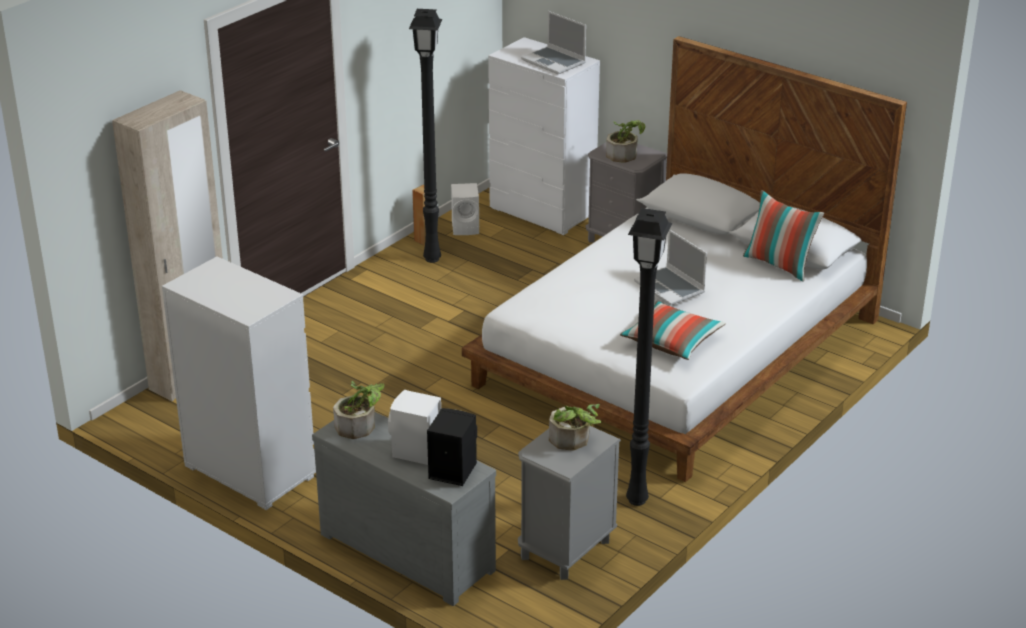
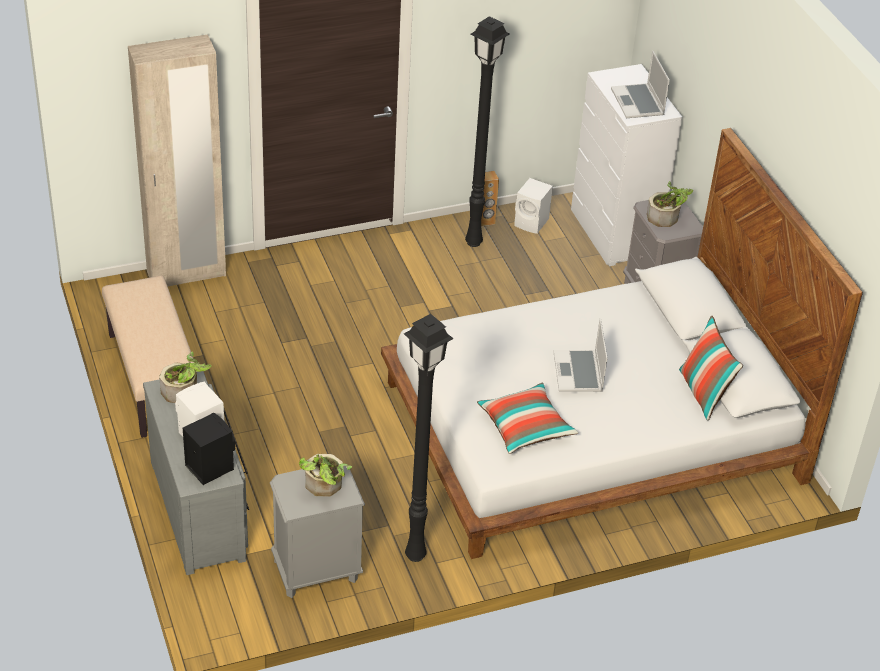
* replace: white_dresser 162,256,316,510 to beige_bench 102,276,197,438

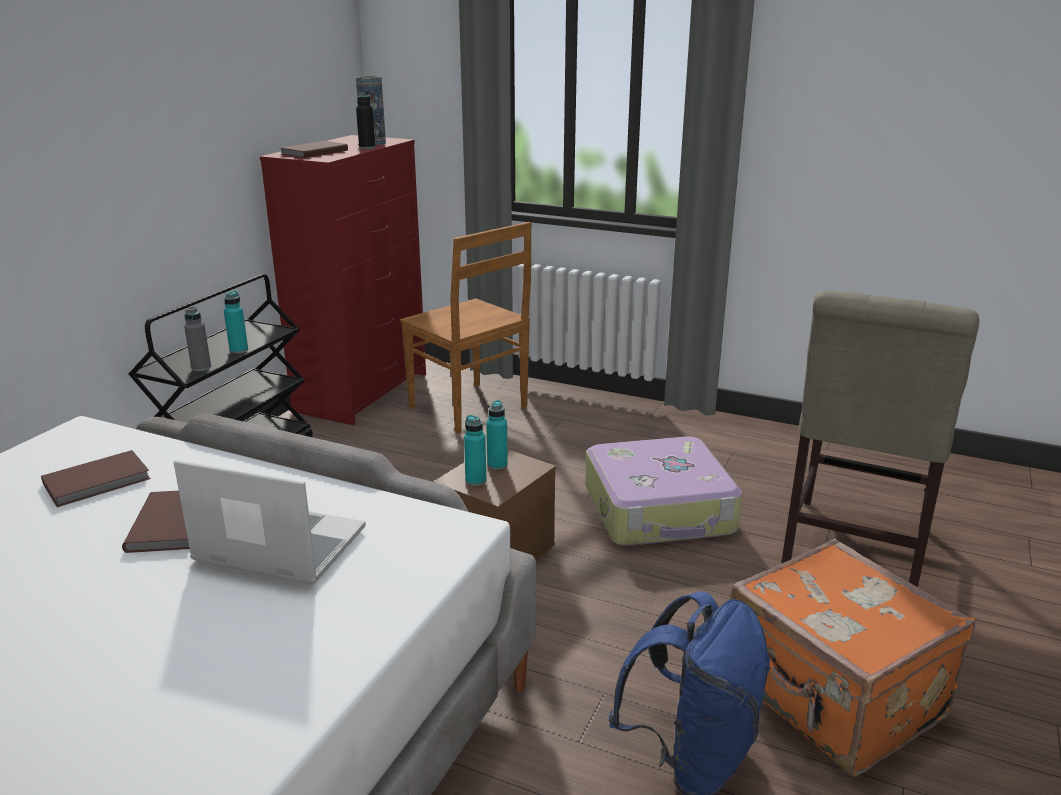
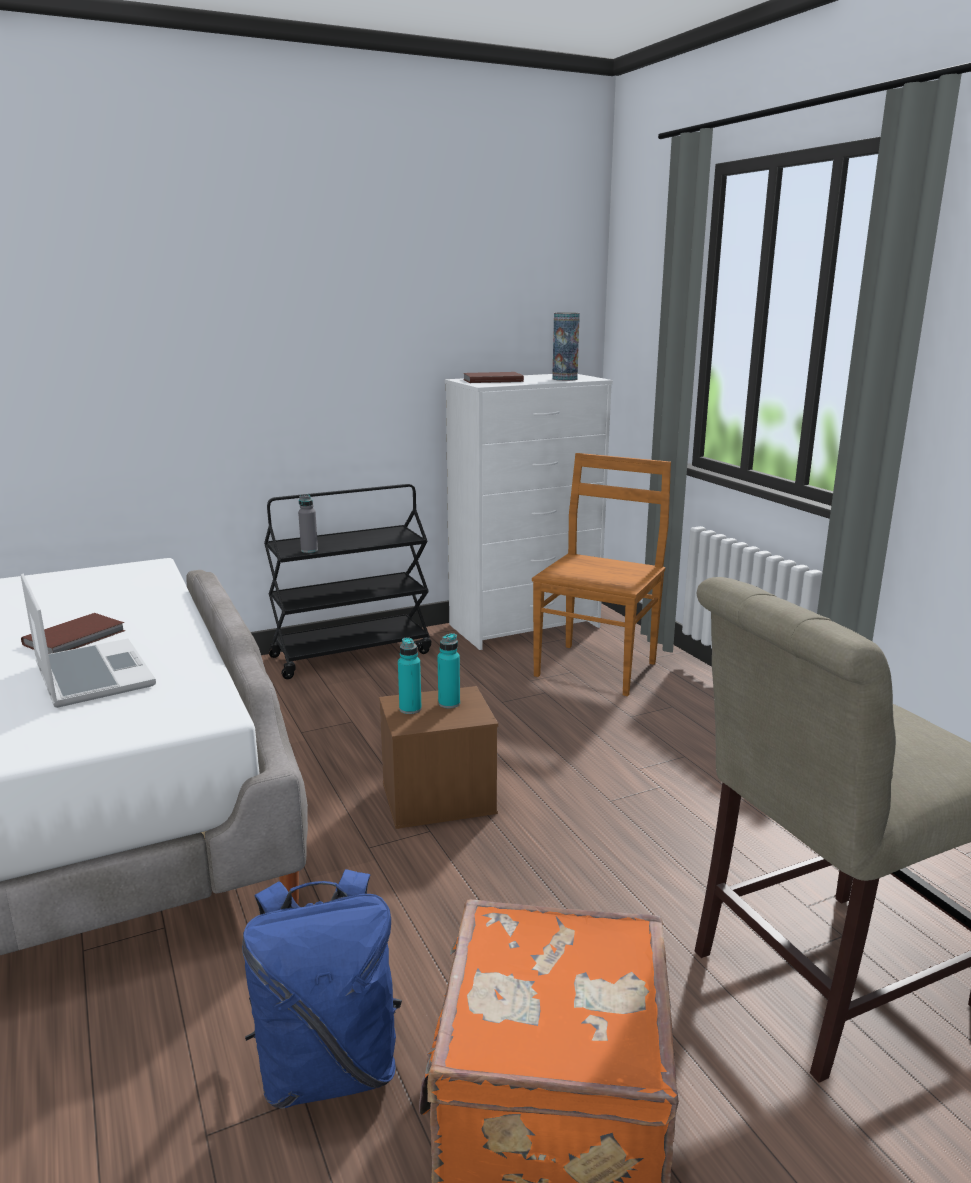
* delete: black_bottle 356,91,375,149
* recolor: red_dresser 260,135,426,425 to white_dresser 445,374,613,650
* rotate: brown_chair 400,222,532,434 = 532,453,671,696 150 degrees counterclockwise
* delete: turquoise_bottle 224,291,248,354
* delete: suitcase 585,436,742,546
* delete: brown_book 41,450,151,507

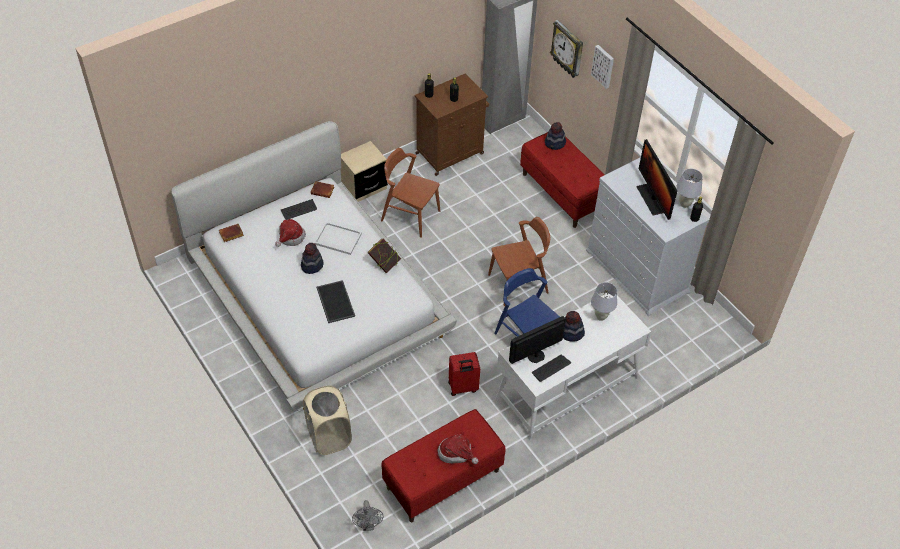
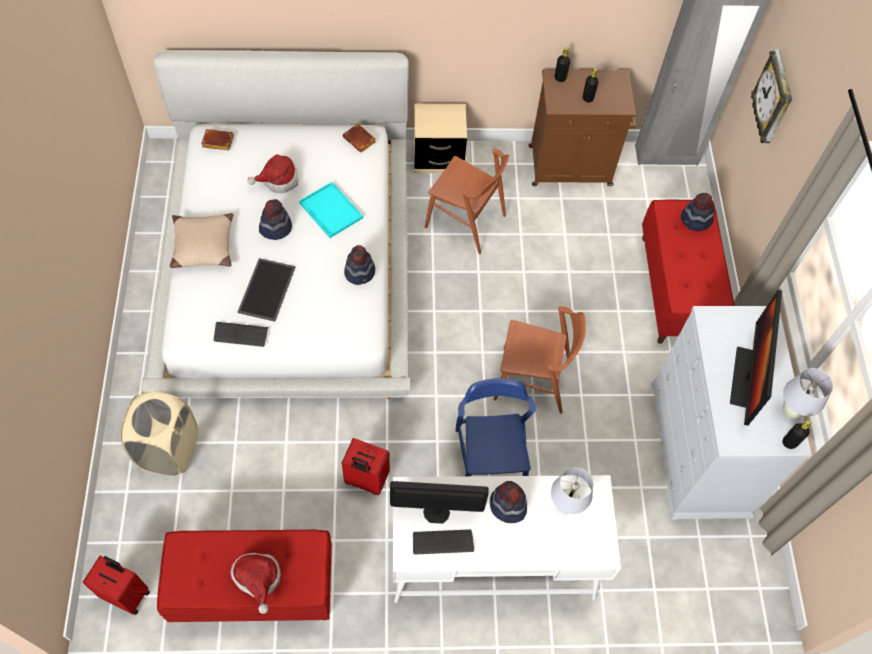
* delete: picture 591,45,614,89
* rotate: brown_chair 381,148,440,238 = 425,149,509,254 150 degrees clockwise
* move: keyboard 281,199,317,220 to 214,322,268,347
* recolor: white_tray 315,222,362,255 to turquoise_tray 299,182,363,238
* replace: book 367,238,401,273 to hat 344,245,375,285
* replace: grey_fan 352,500,384,531 to red_suitcase 82,556,150,615
* insert: beige_pillow 170,213,233,268

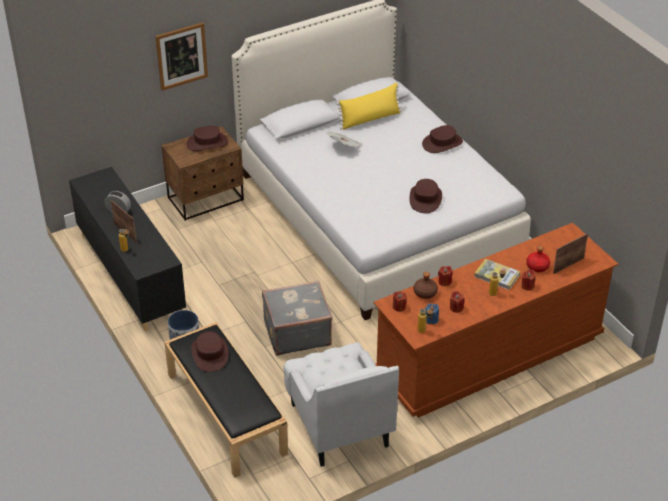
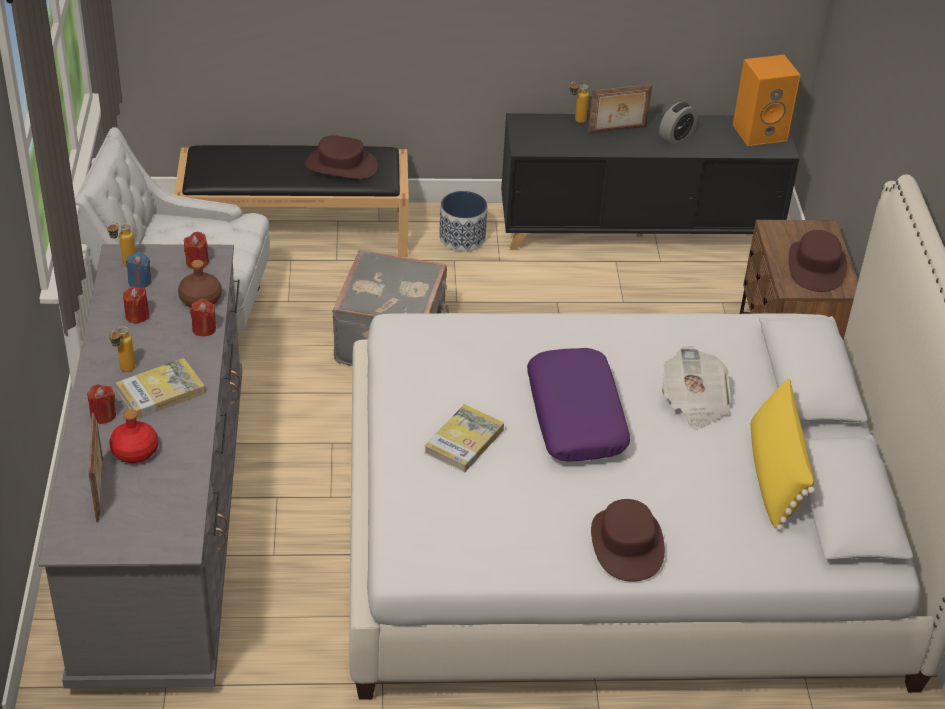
* delete: picture 155,23,208,91
* replace: brown_hat 409,179,442,213 to book 424,404,504,472
* recolor: brown_dresser 374,223,618,418 to grey_dresser 38,244,242,689
* insert: orange_speaker 733,55,800,146
* insert: purple_pillow 527,348,631,462

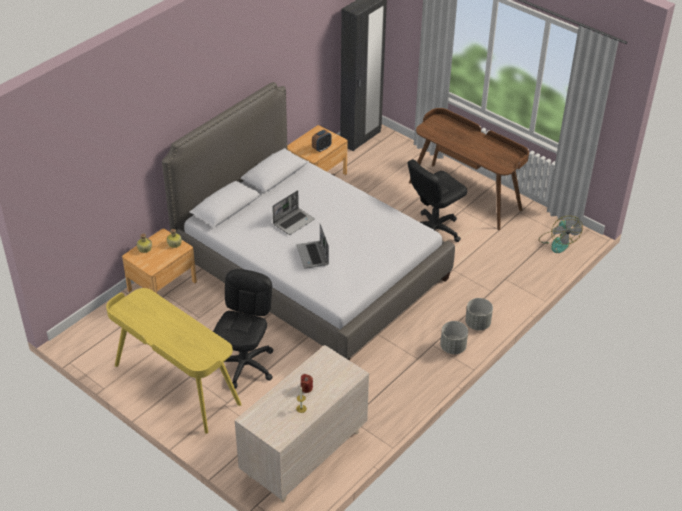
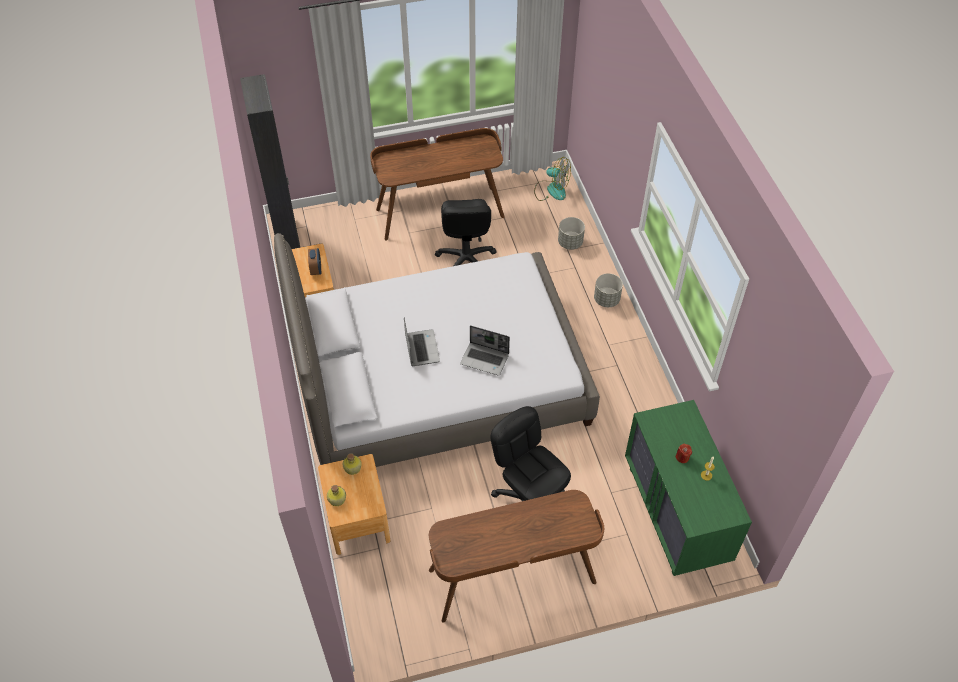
* recolor: yellow_desk 106,288,242,434 to brown_desk 429,490,604,623
* move: grey_planter 440,321,468,354 to 558,217,585,250
* recolor: beige_dresser 235,345,369,503 to green_dresser 625,400,752,576

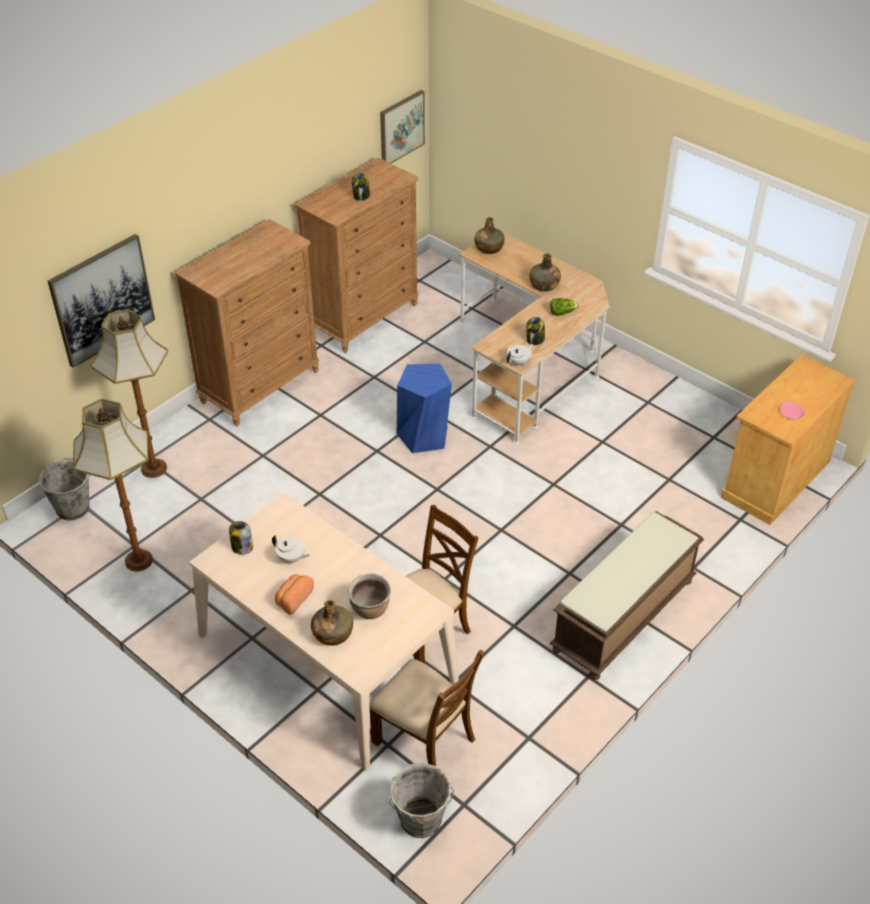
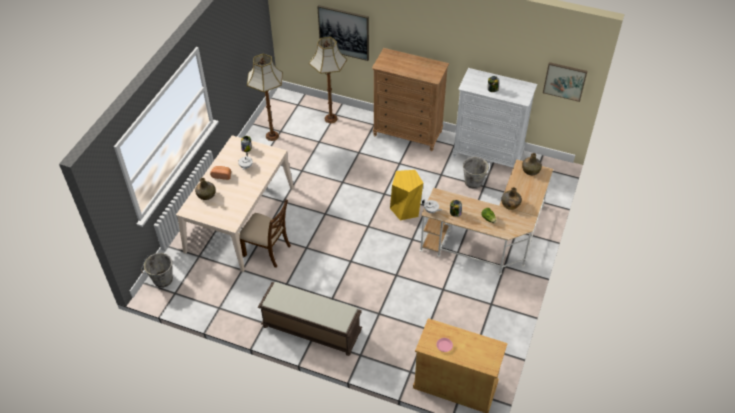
* recolor: brown_dresser 295,157,419,353 to white_dresser 453,68,537,168
* recolor: blue_stool 397,364,452,453 to yellow_stool 390,170,423,220
* move: grey_bucket 39,458,90,520 to 463,157,490,189
* delete: brown_cooking_pot 348,574,391,619
* delete: brown_chair 370,649,485,766

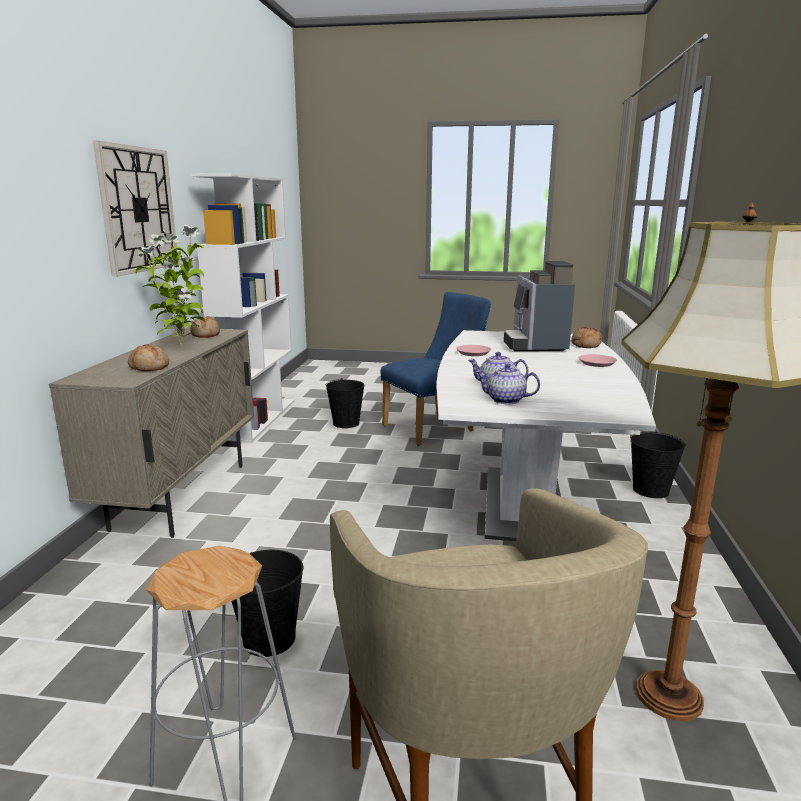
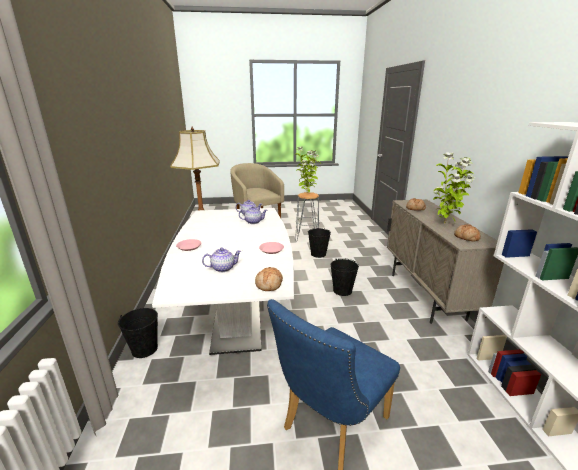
* delete: wall_clock 93,141,179,277
* replace: coffee_machine 504,261,575,351 to teapot 202,248,241,272
* move: bread 571,327,602,348 to 255,267,283,291
* move: black_bucket 326,378,364,428 to 331,259,359,296
* insert: potted_plant 295,146,321,192

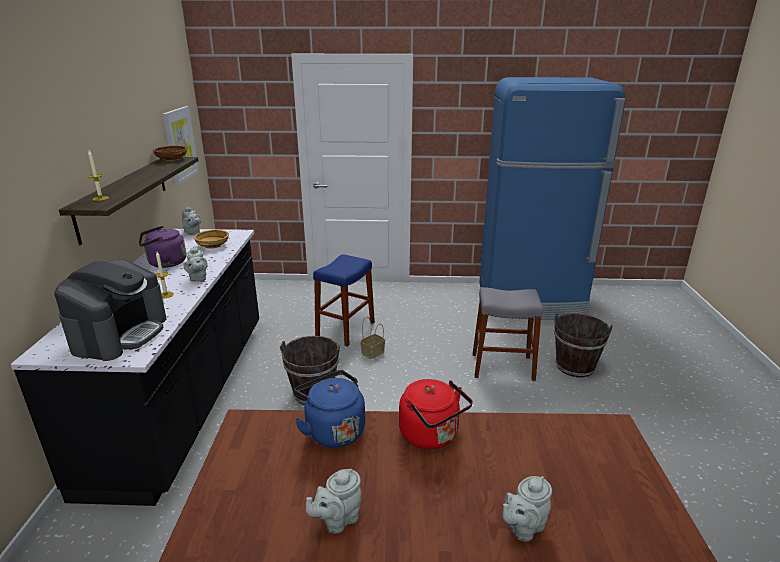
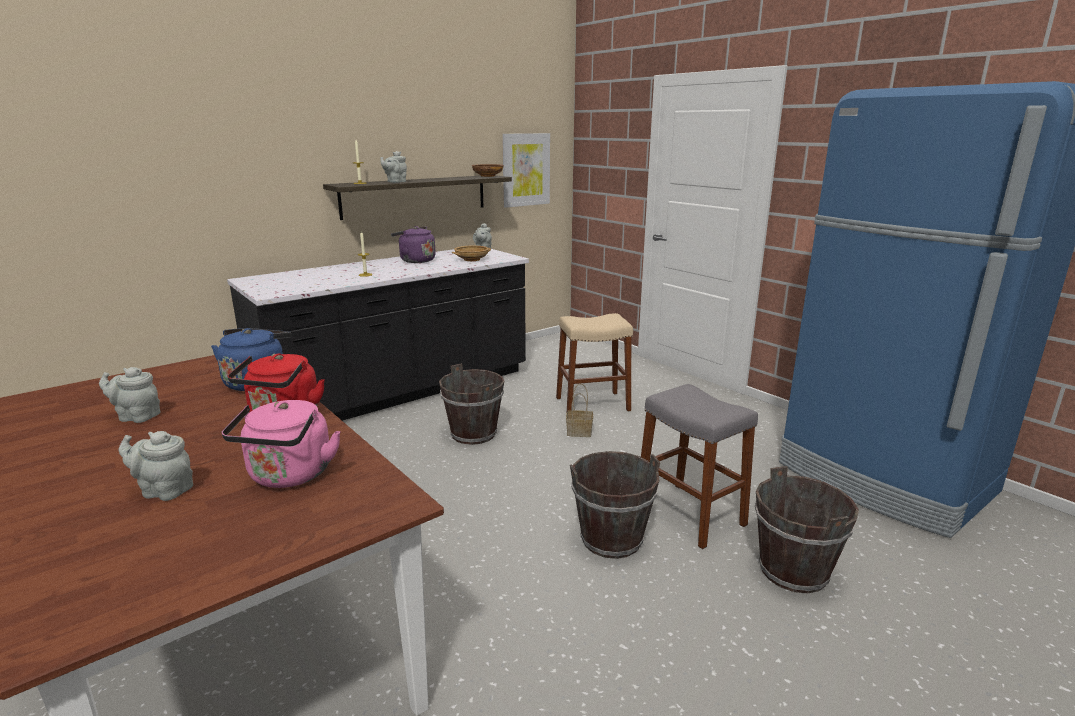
* move: grey_teapot 183,246,207,282 to 380,151,407,183
* recolor: blue_stool 313,254,375,346 to beige_stool 556,313,633,411
* delete: coffee_machine 54,259,166,361
* insert: pink_kettle 222,400,341,488
* insert: brown_bucket 570,451,660,559

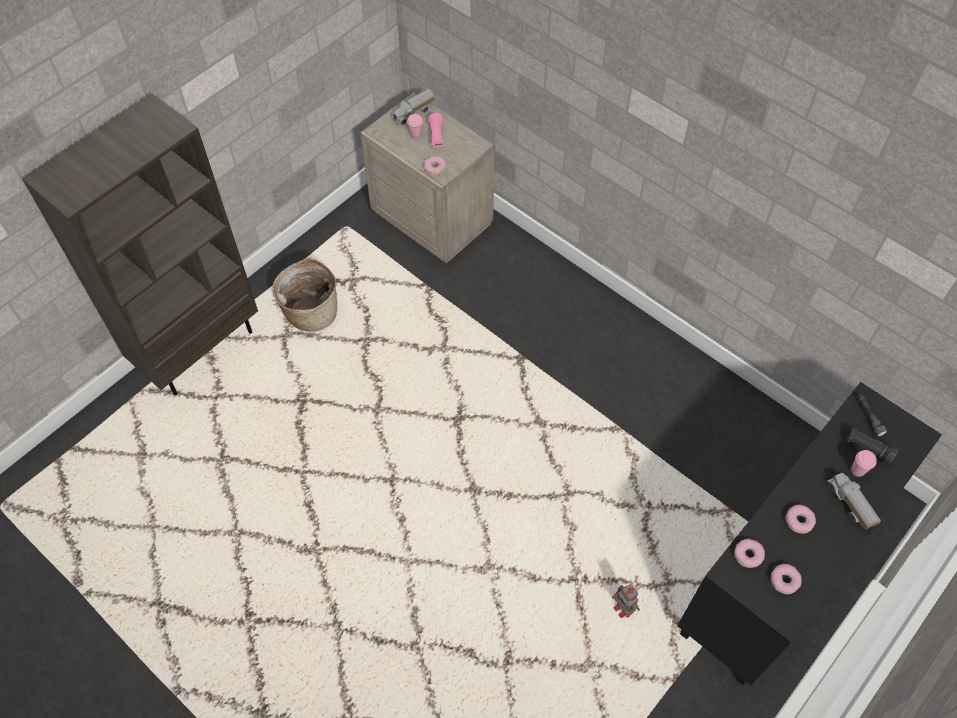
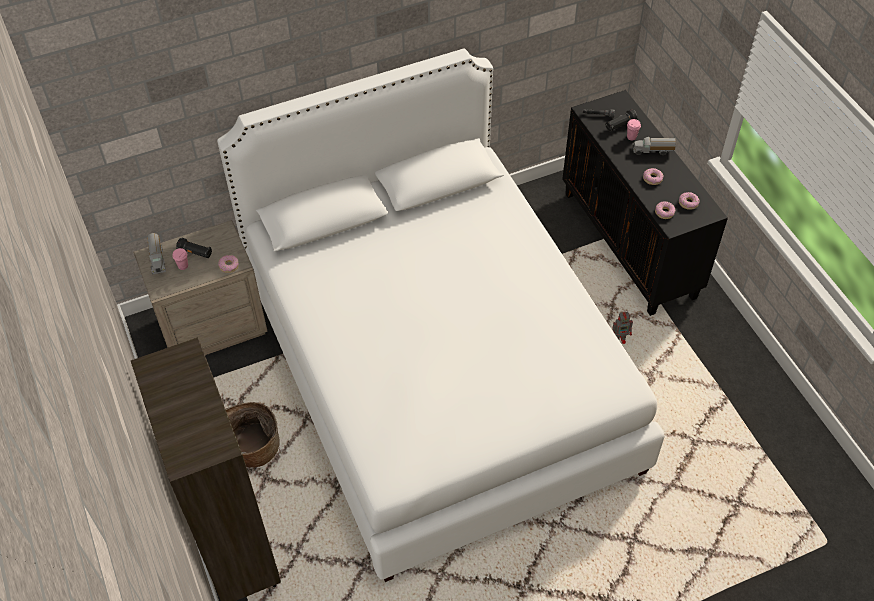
* recolor: pink_flashlight 428,113,444,148 to black_flashlight 176,238,212,258
* insert: white_bed 217,49,665,582

